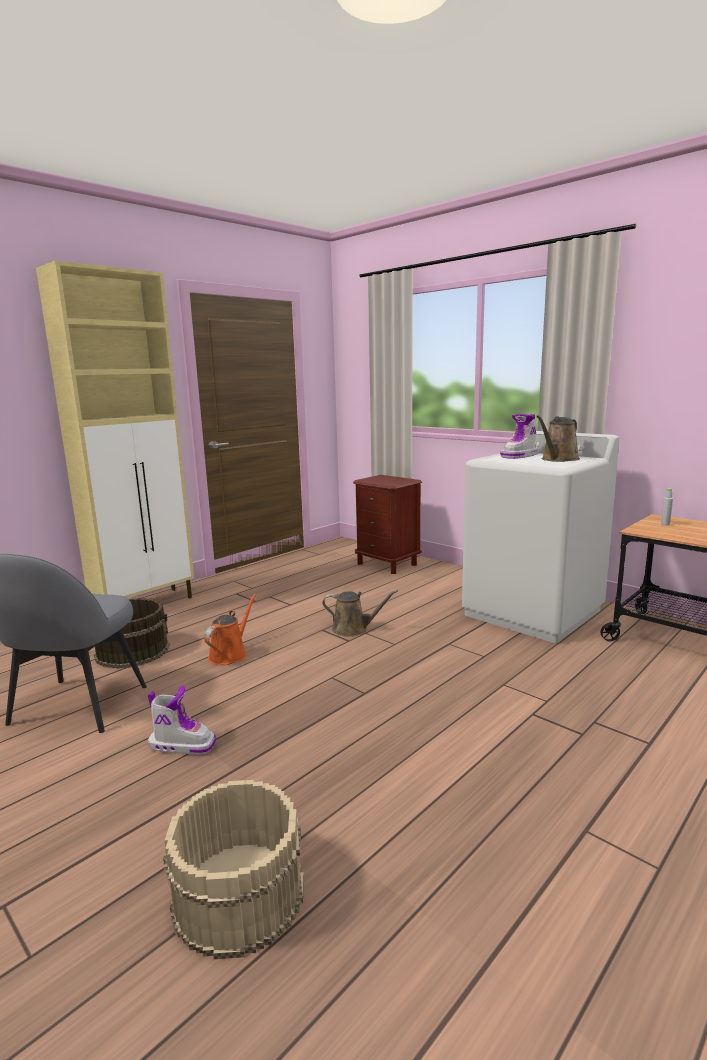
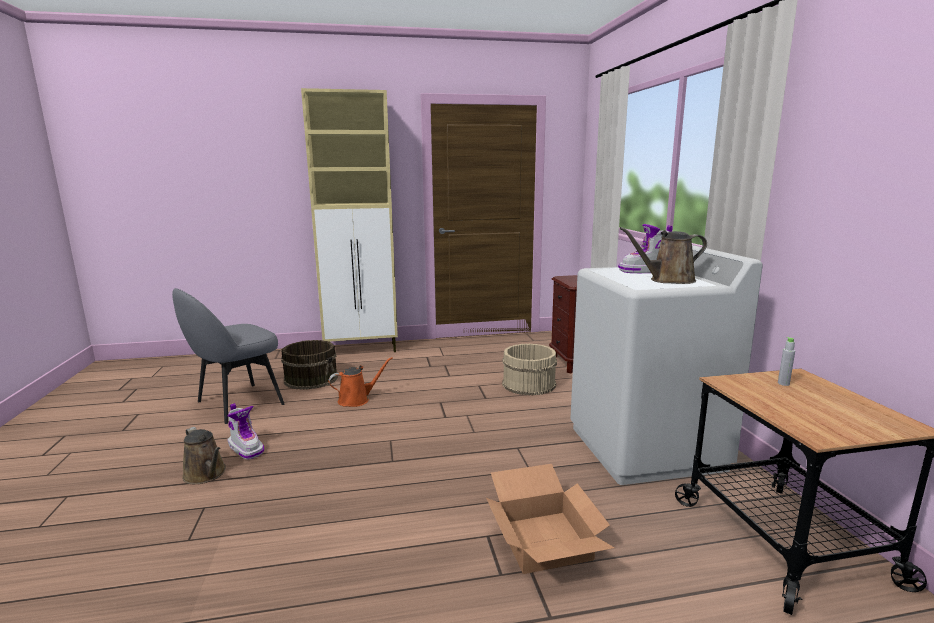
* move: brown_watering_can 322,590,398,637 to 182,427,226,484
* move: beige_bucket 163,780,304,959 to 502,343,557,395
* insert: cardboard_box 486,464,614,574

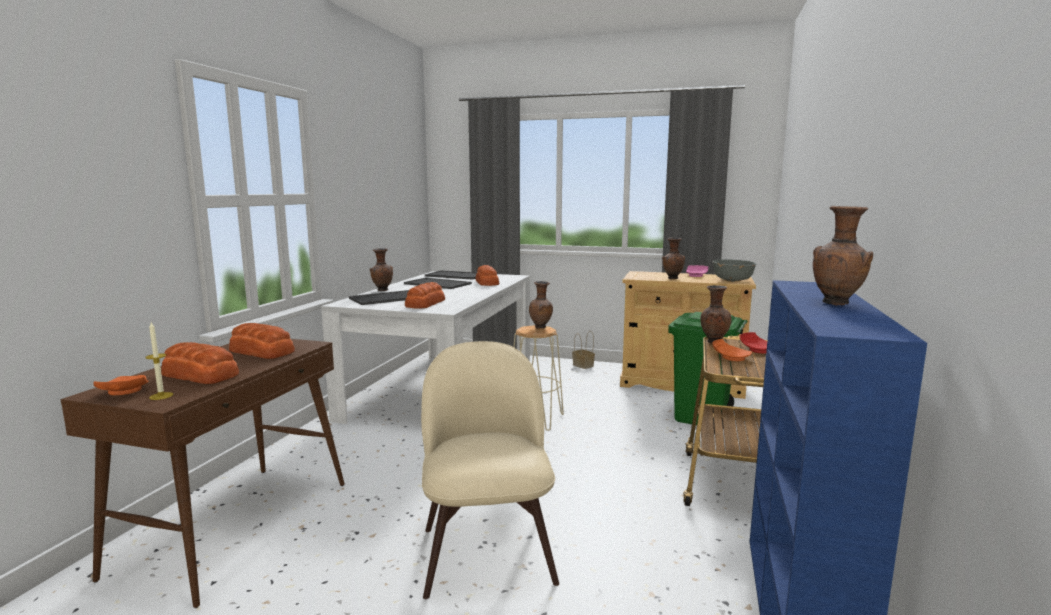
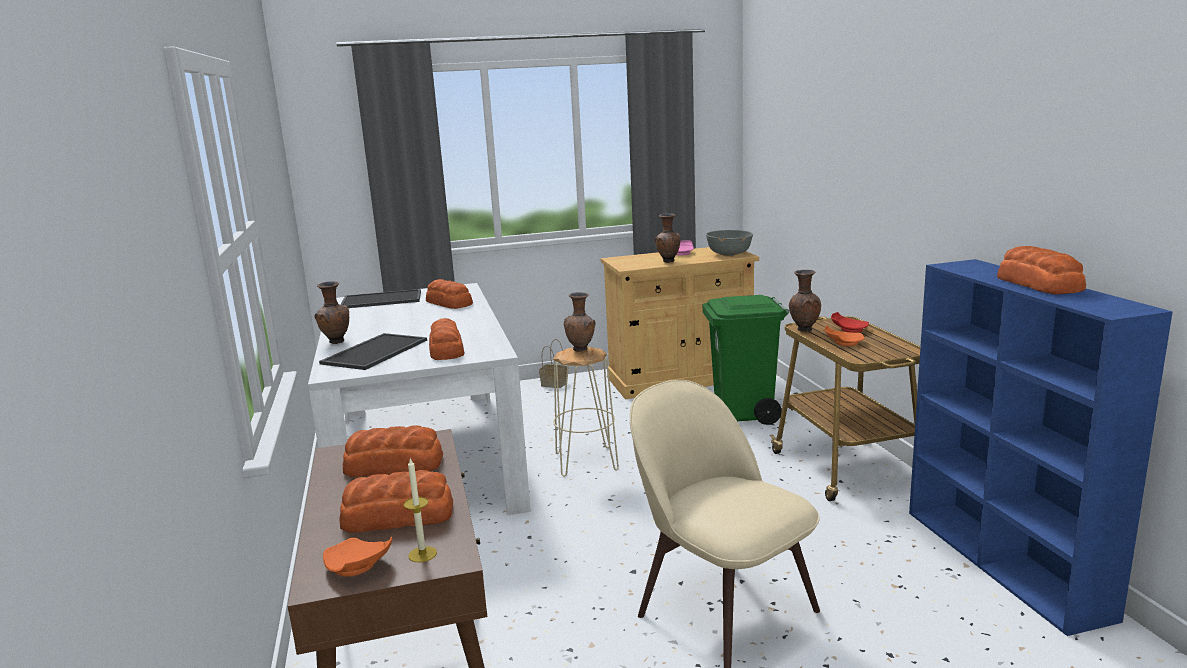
* replace: brown_vase 813,206,873,306 to bread 997,246,1086,295
* delete: tray 404,278,472,289

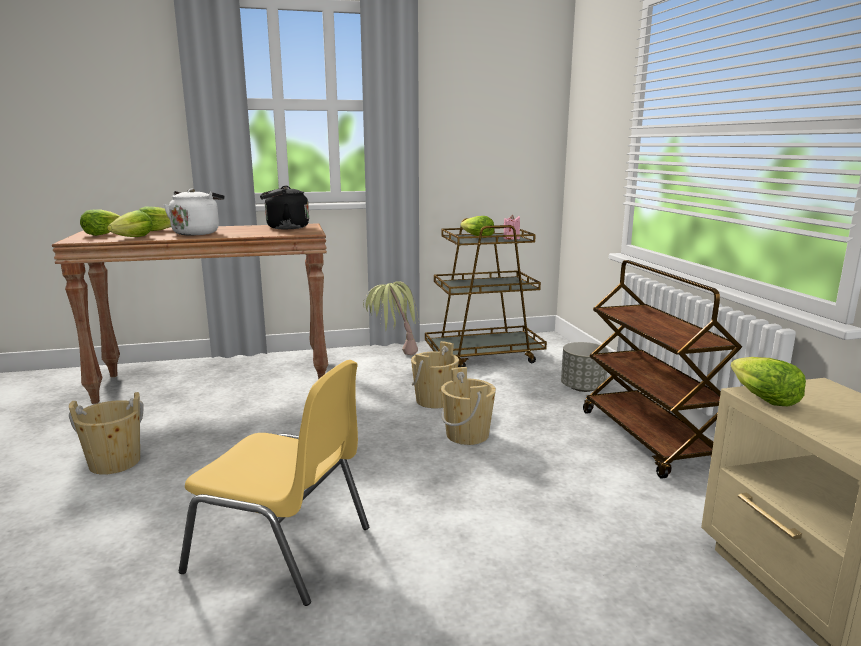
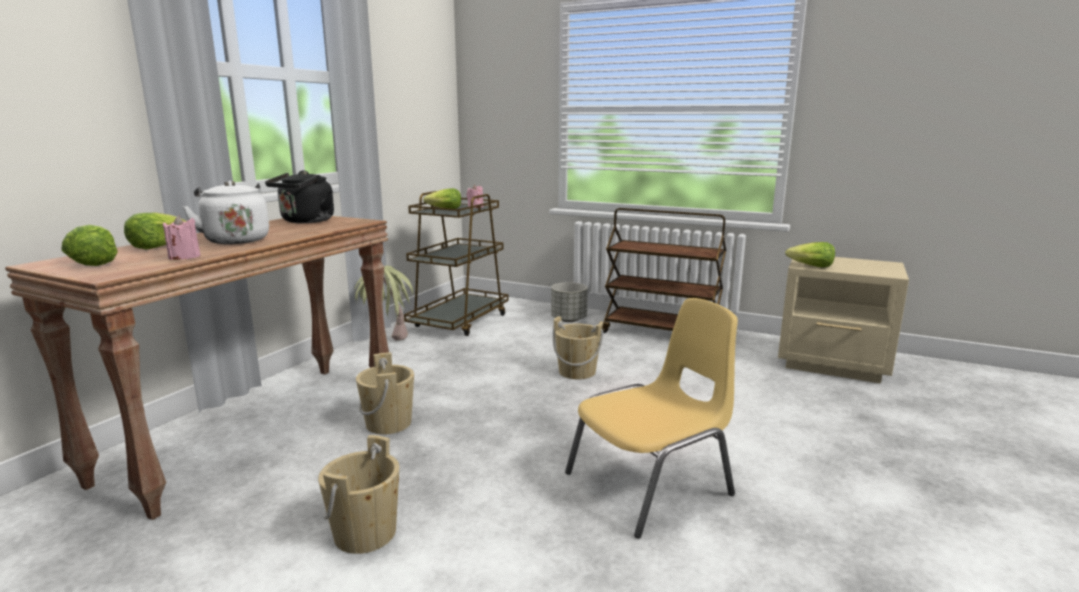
* replace: lettuce 107,210,153,237 to pink_candle 163,216,201,260
* move: beige_bucket 411,341,459,408 to 356,352,414,435

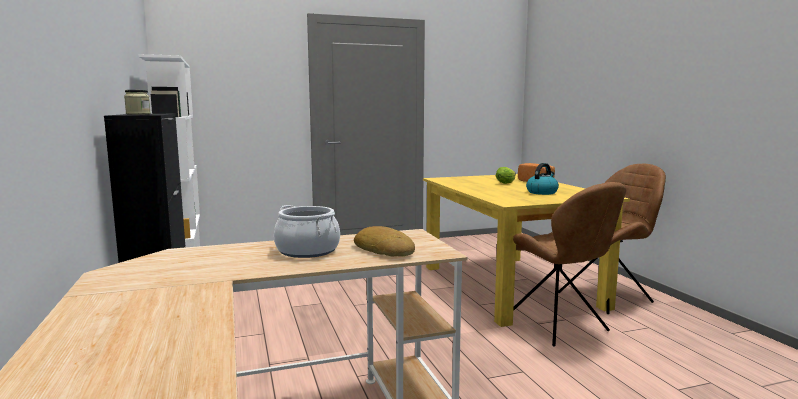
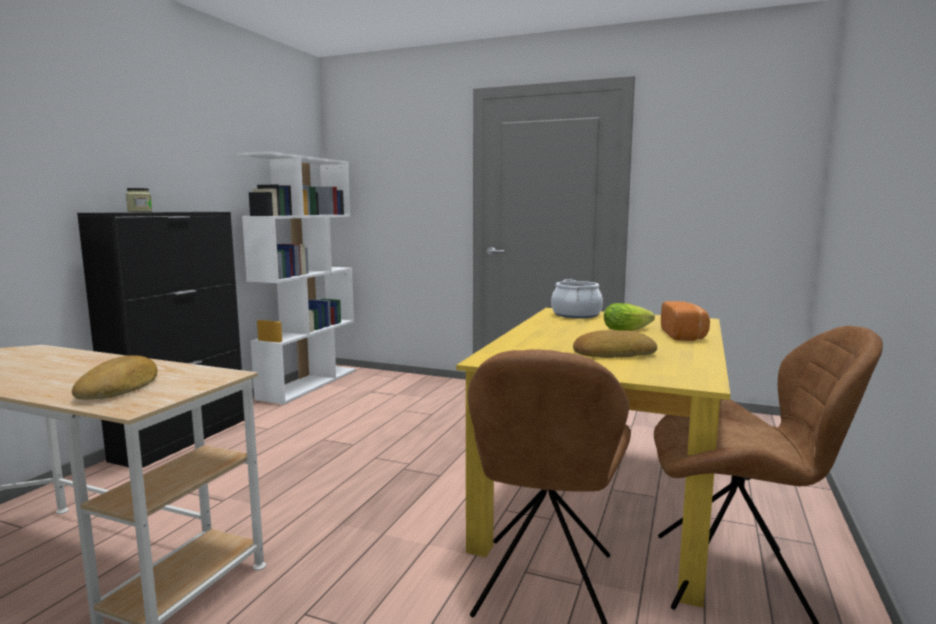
* replace: kettle 526,163,559,195 to bread 573,330,657,358
* move: cooking_pot 274,205,340,258 to 551,279,603,319

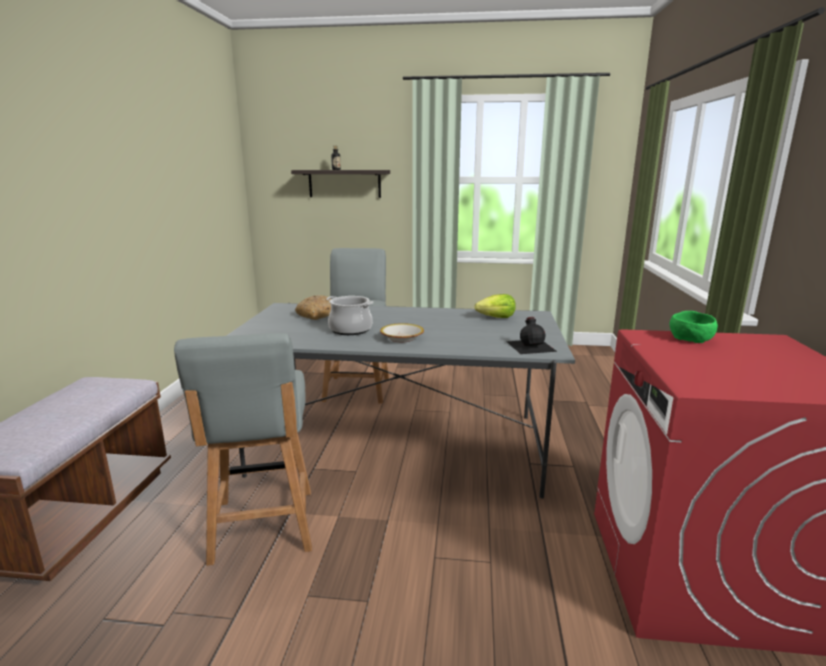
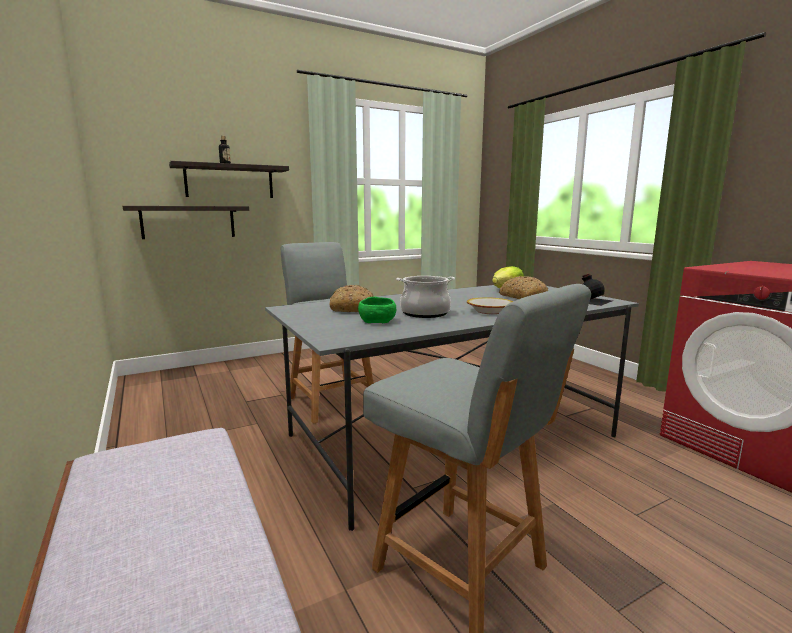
* move: green_bowl 670,311,718,343 to 358,297,396,324
* insert: shelf 123,206,249,239
* insert: bread 499,276,548,299

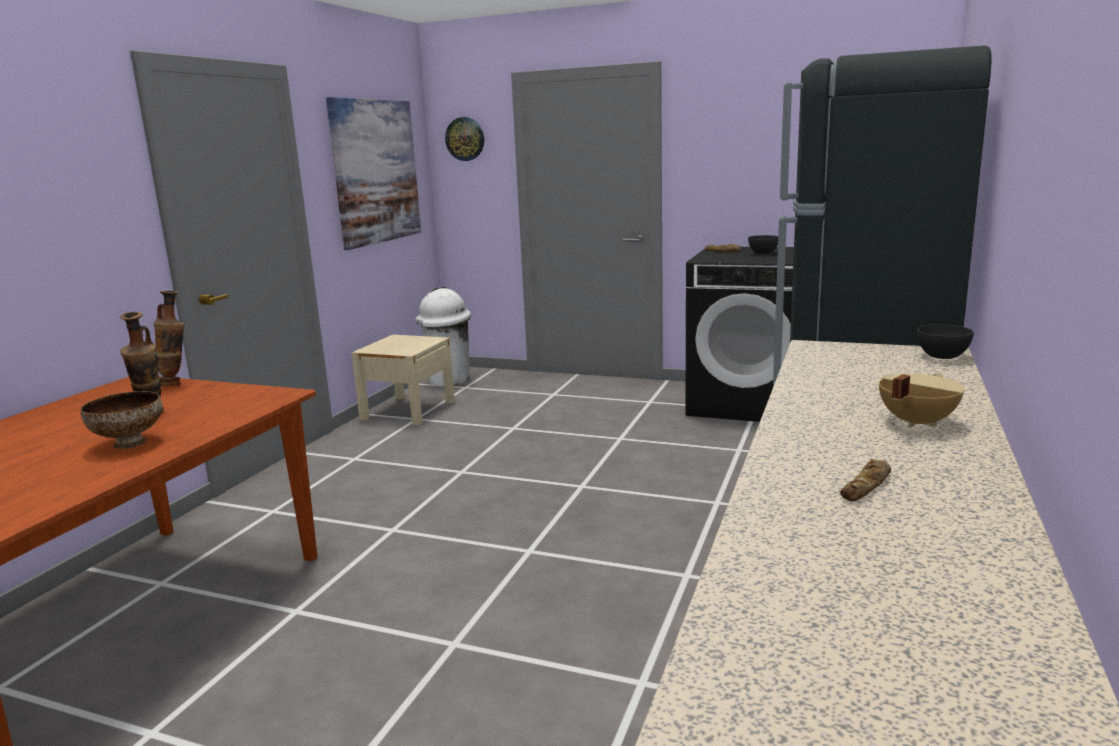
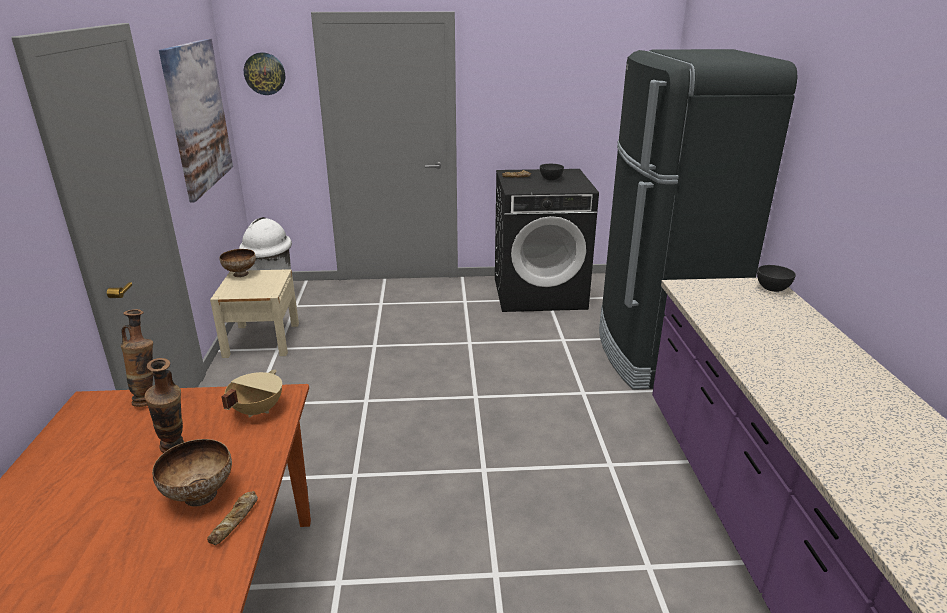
* move: beige_cooking_pot 879,374,965,428 to 221,370,282,418
* move: bread 840,459,891,502 to 207,491,258,545
* insert: bowl 220,249,256,277

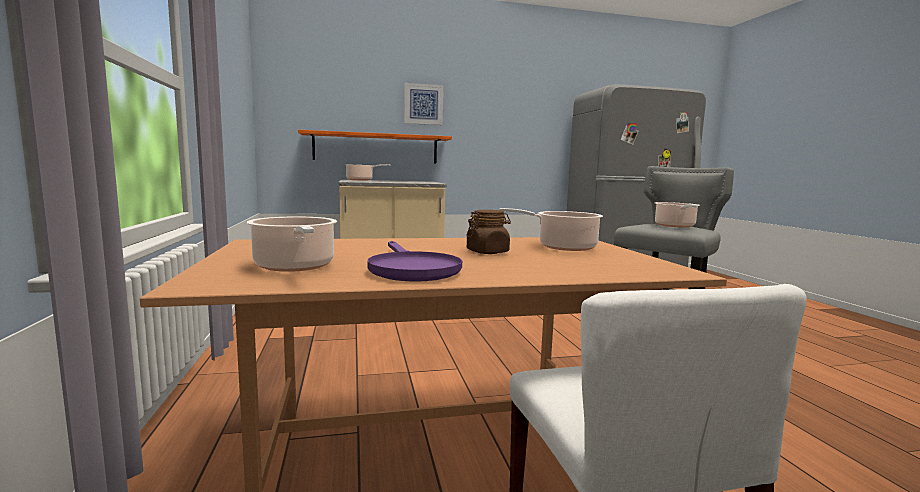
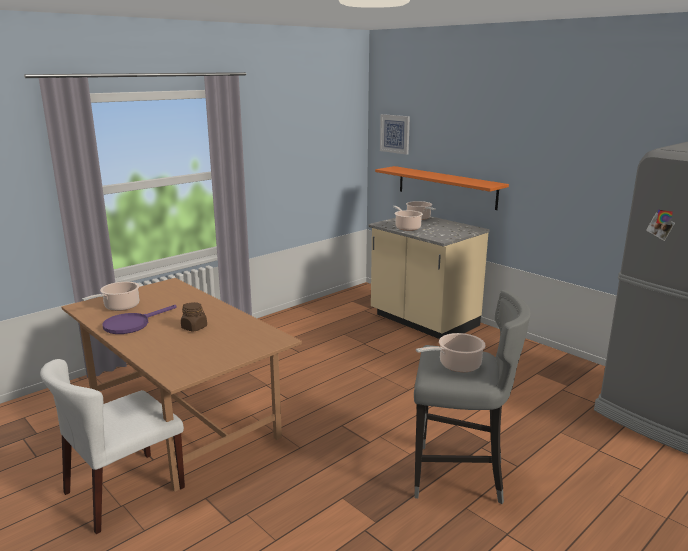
* move: picture 404,83,443,125 to 380,114,410,155
* move: cooking_pot 499,208,603,251 to 393,206,423,231

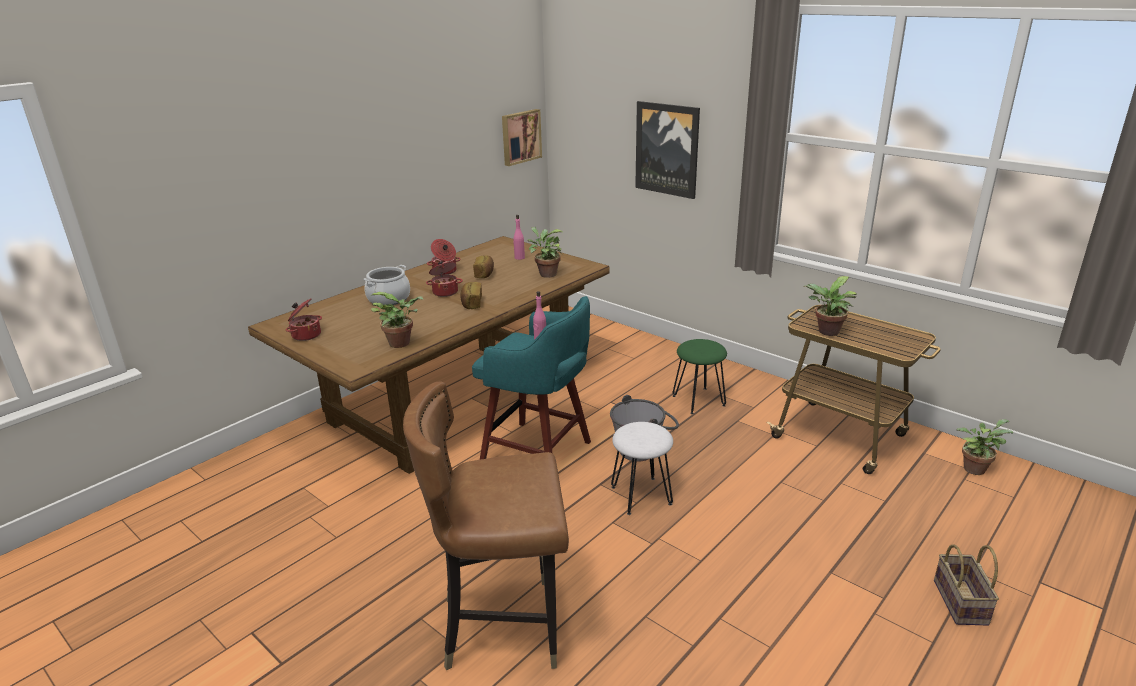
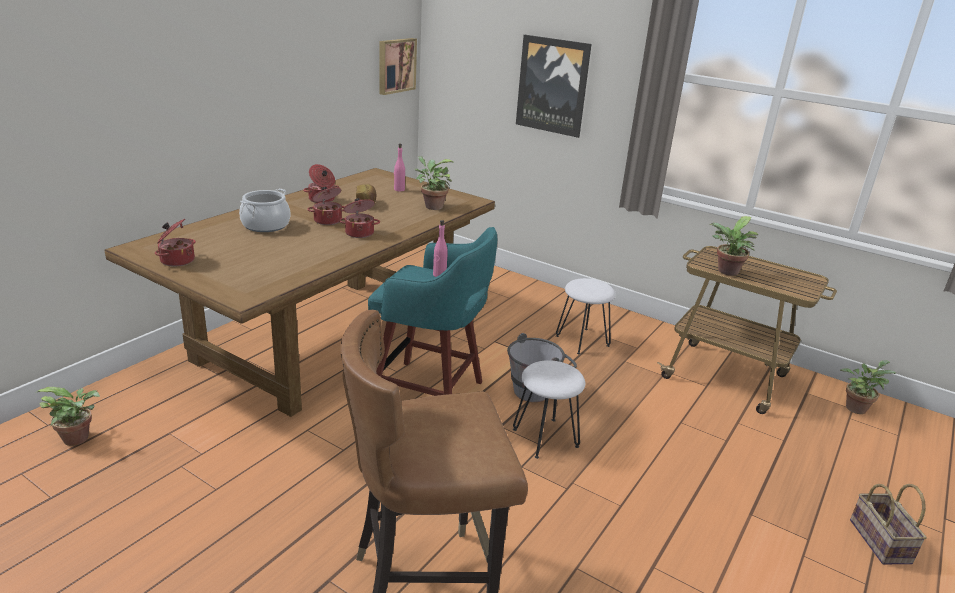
* replace: bread 460,282,482,309 to cooking_pot 339,198,380,238
* move: potted_plant 370,292,424,348 to 37,387,100,446
* recolor: green_stool 672,339,727,414 to white_stool 556,278,616,354

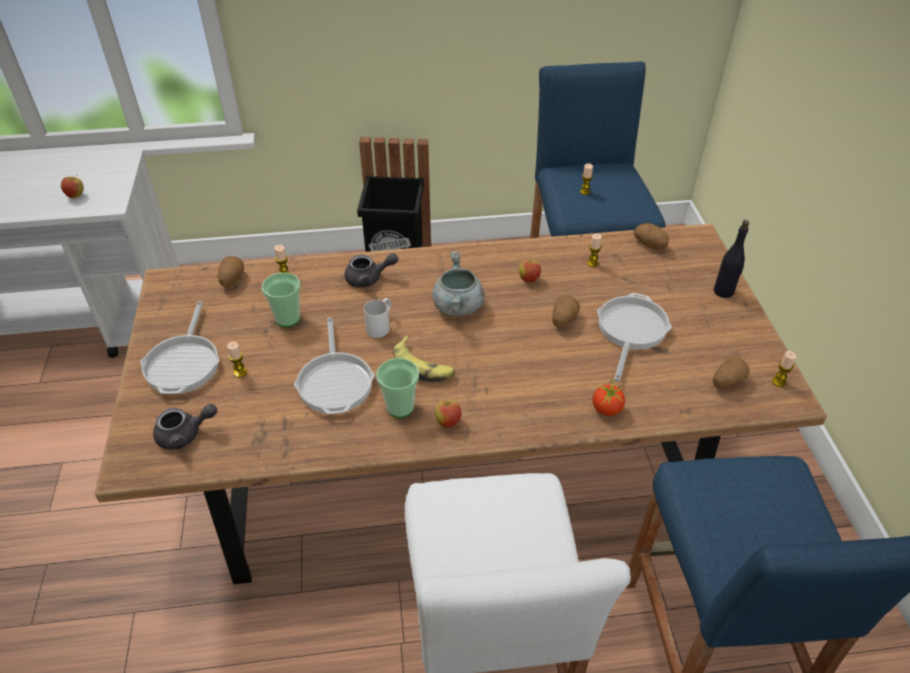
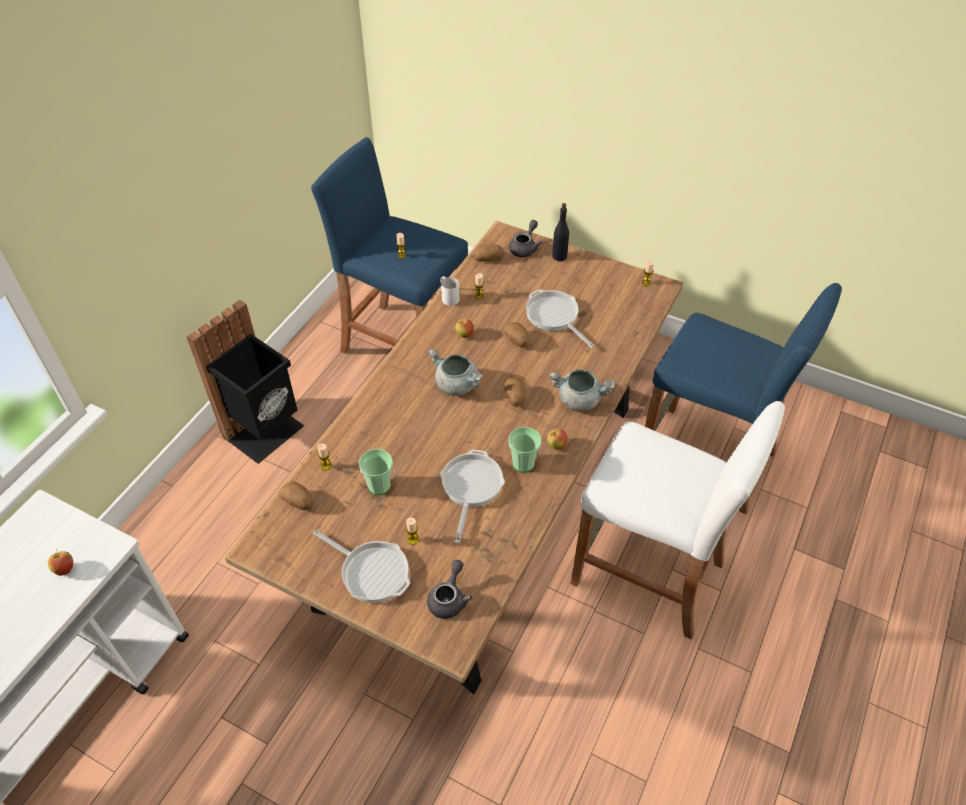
* move: grey_teapot 345,253,398,287 to 509,220,542,257
* move: white_mug 364,298,392,338 to 440,276,459,306
* rotate: frying_pan 294,318,375,414 = 440,449,505,543 105 degrees counterclockwise
* delete: banana 393,336,455,382
* move: potato 713,356,750,389 to 504,378,526,407
* delete: tomato 593,377,625,416
* insert: grey_cooking_pot 550,369,615,411

